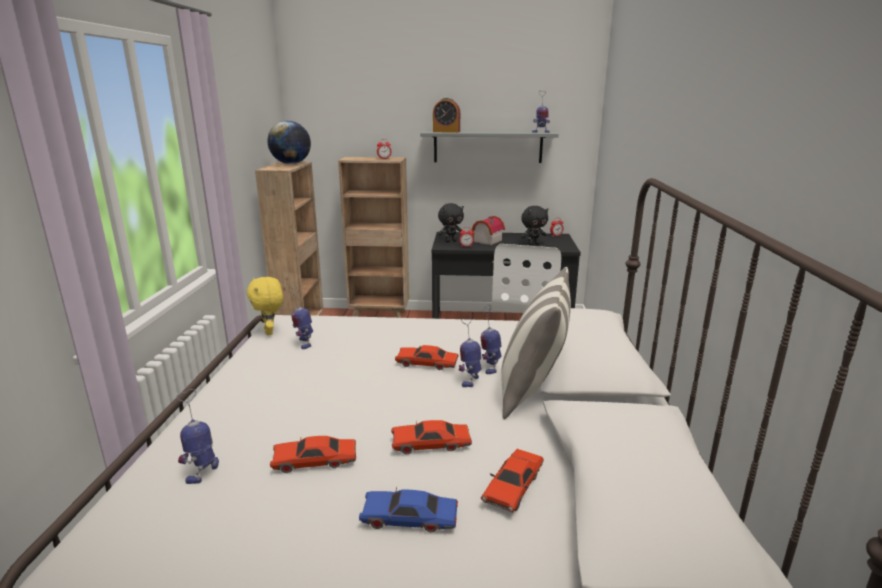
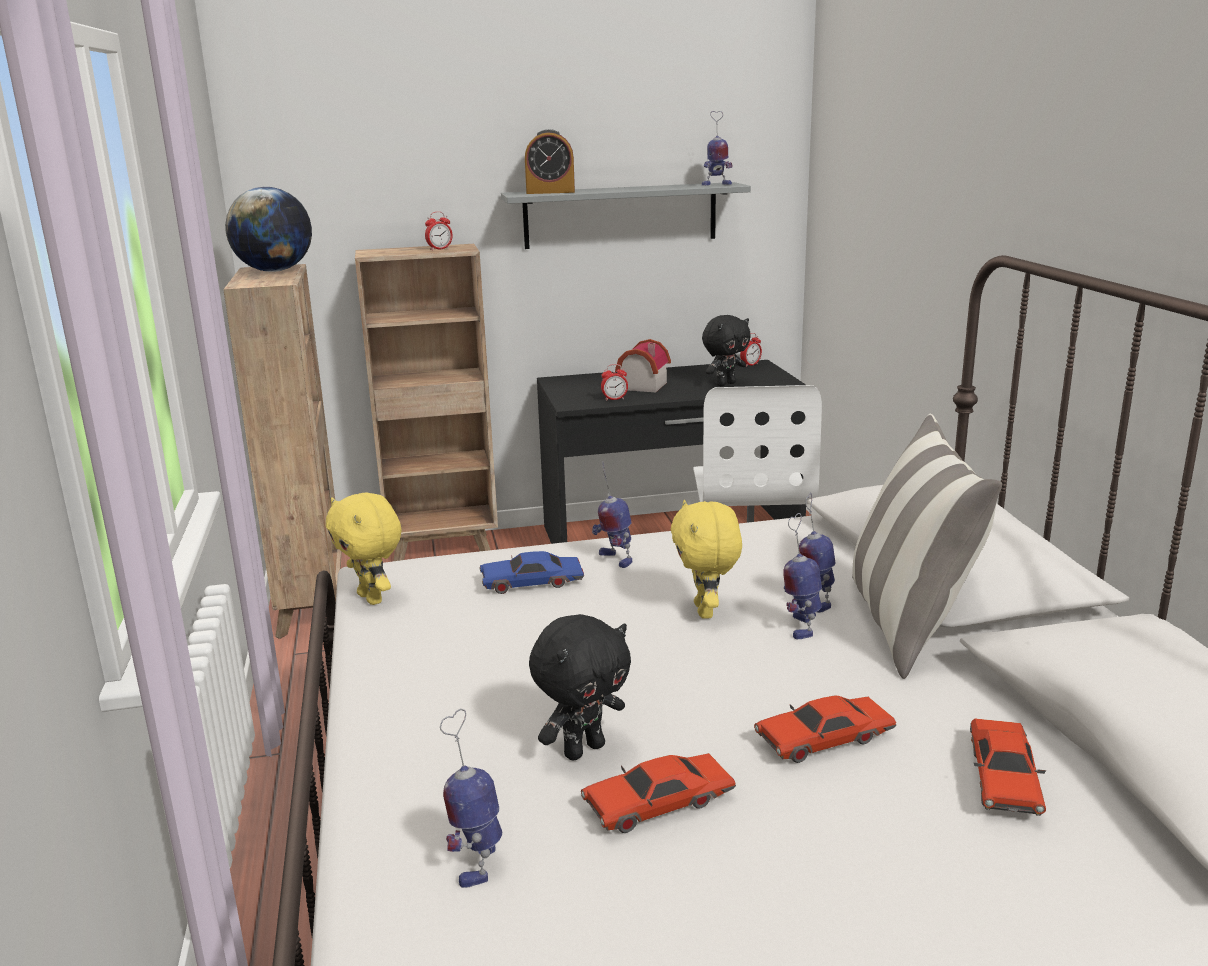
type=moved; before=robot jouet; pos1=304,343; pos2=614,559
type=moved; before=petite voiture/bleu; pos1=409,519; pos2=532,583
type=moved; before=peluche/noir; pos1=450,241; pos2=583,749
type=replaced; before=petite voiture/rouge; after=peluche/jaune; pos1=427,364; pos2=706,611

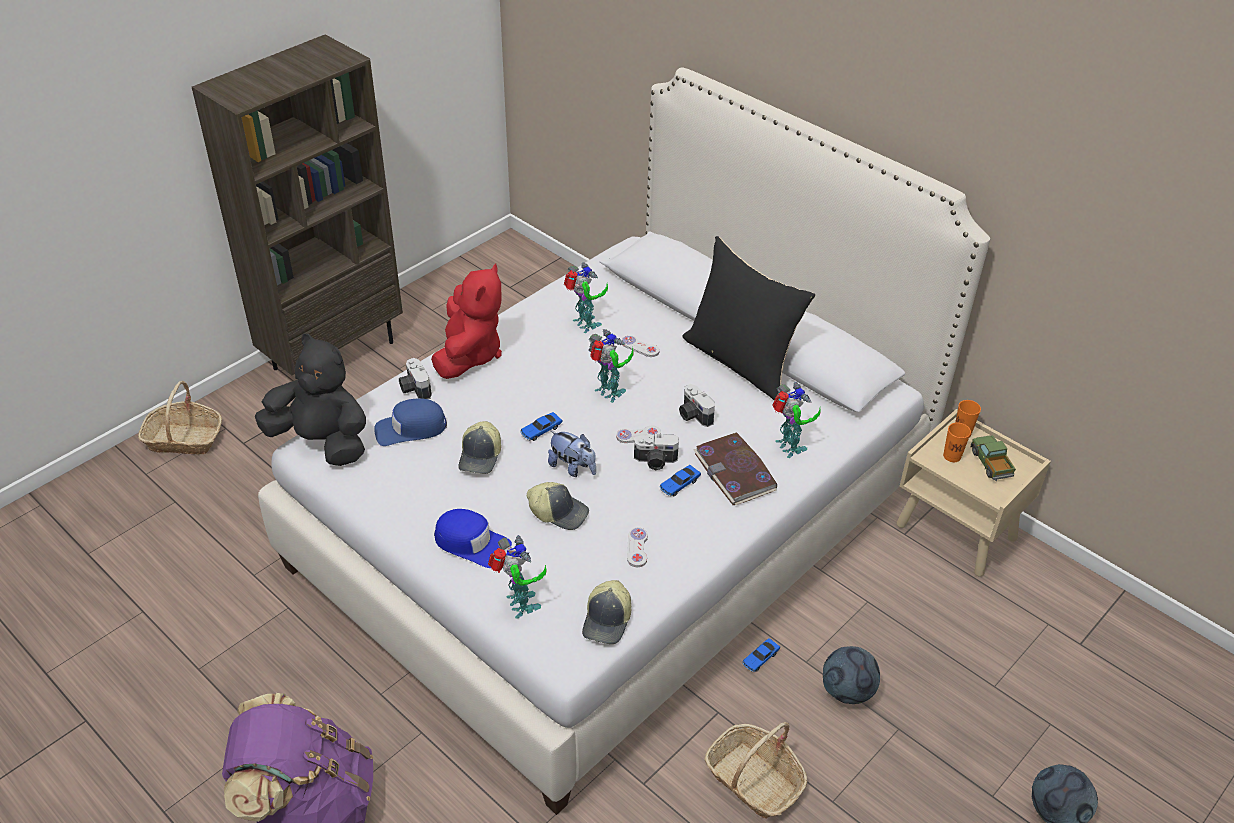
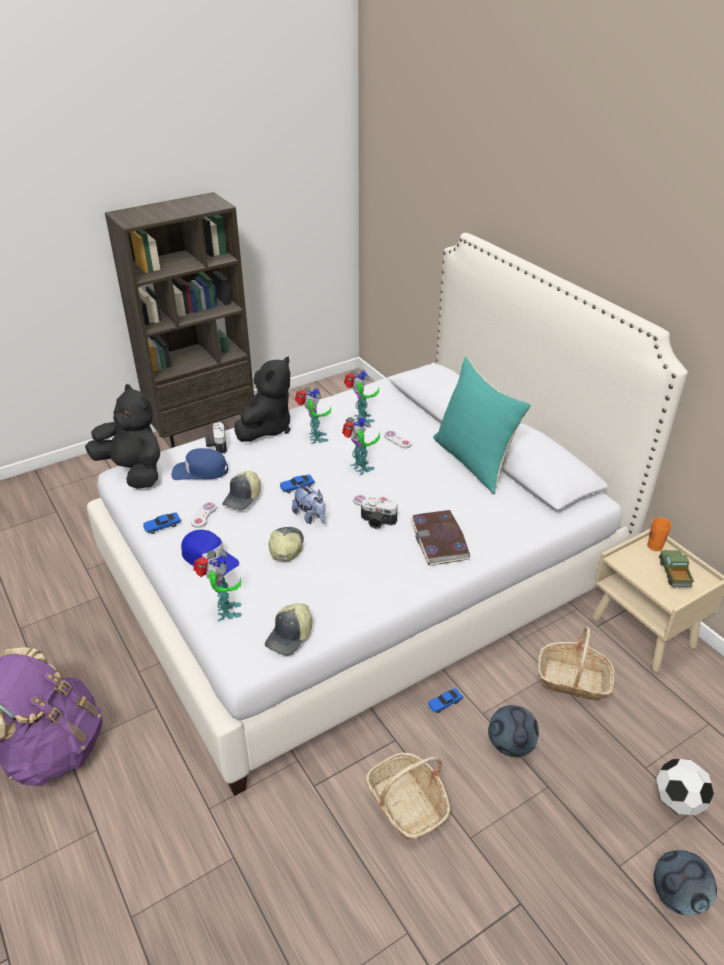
type=removed; before=appareil photo; pos1=693,415
type=removed; before=tasse/orange; pos1=952,456
type=added; after=ballon de foot; pos2=678,801
type=moved; before=panier; pos1=184,439; pos2=573,680
type=moved; before=manette/blanc; pos1=637,548; pos2=203,516
type=moved; before=petite voiture; pos1=679,484; pos2=162,526
type=moved; before=robot jouet; pos1=788,448; pos2=315,438
type=recoloured; before=peluche/rouge; after=peluche/noir; pos1=469,354; pos2=267,428
type=recoloured; before=coussin/noir; after=coussin/turquoise; pos1=741,362; pos2=474,461
type=turned; before=casquette; pos1=558,512; pos2=286,547; turn=-120

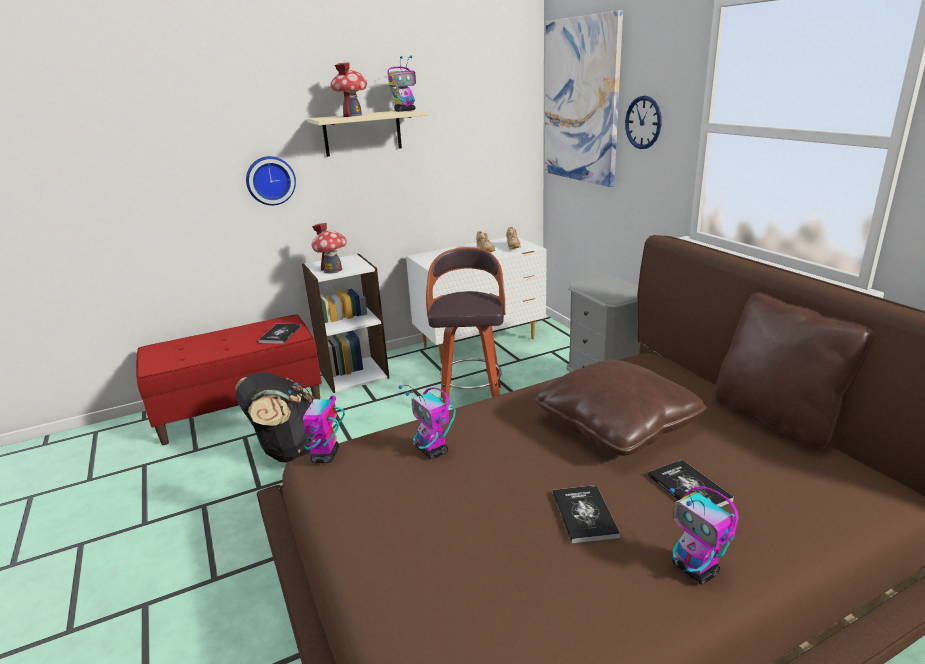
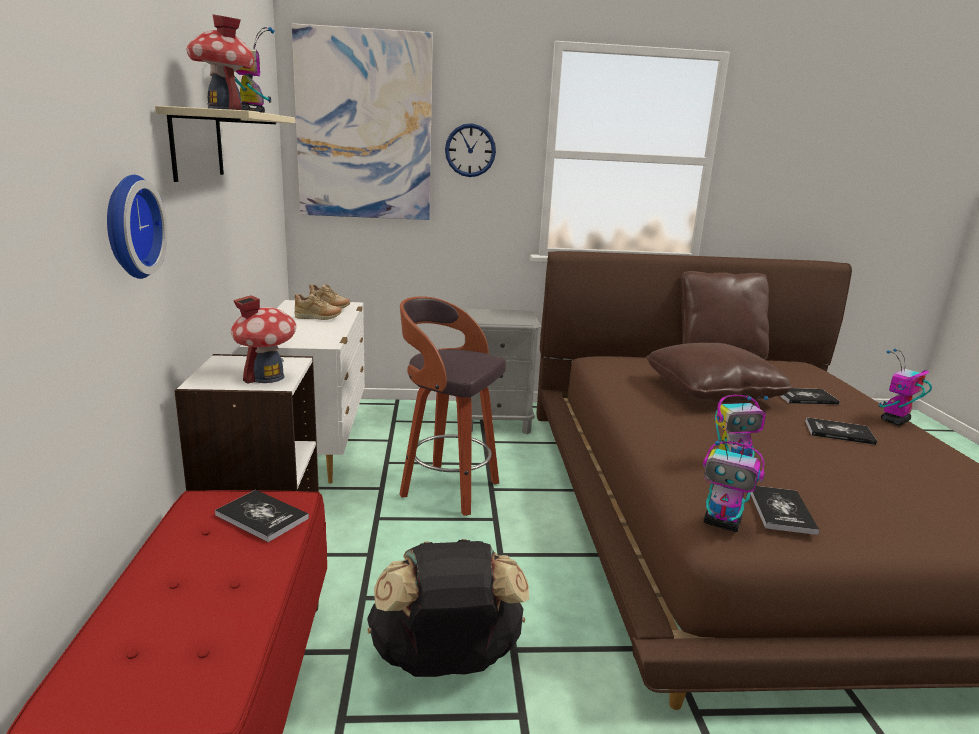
type=added; after=livre; pos2=781,511
type=turned; before=robot jouet; pos1=696,570; pos2=894,421; turn=150

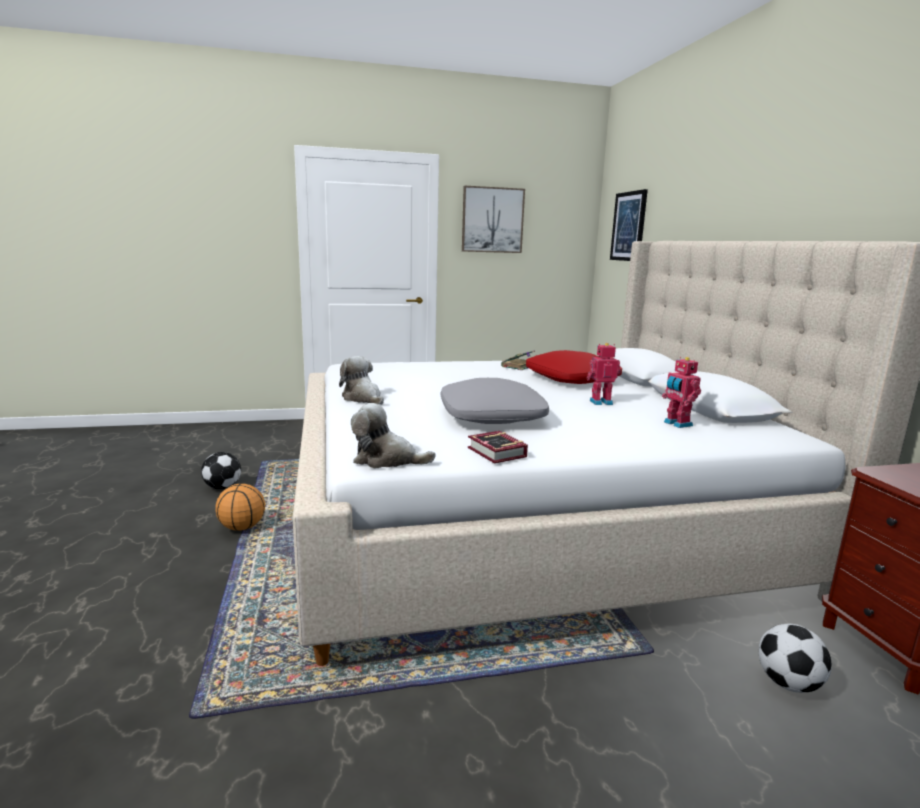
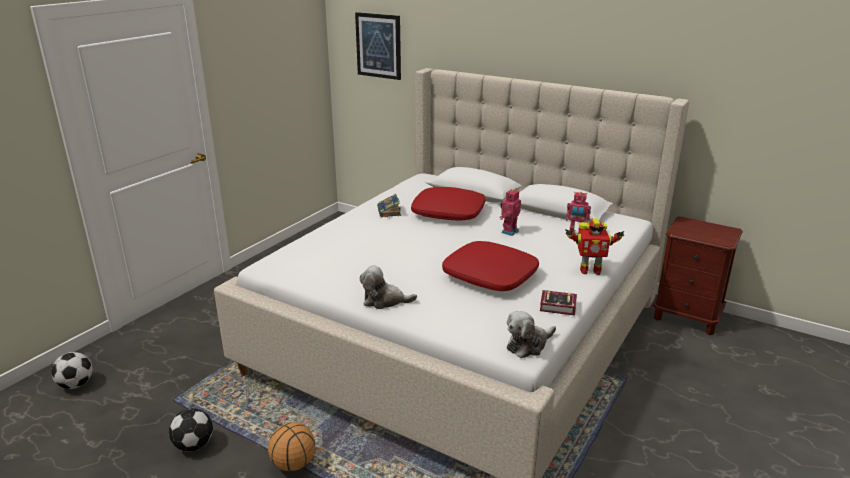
type=removed; before=tableau; pos1=492,220
type=added; after=robot jouet; pos2=589,270
type=moved; before=ballon de foot; pos1=788,684; pos2=76,385
type=recoloured; before=coussin/gris; after=coussin/rouge; pos1=492,416; pos2=490,275

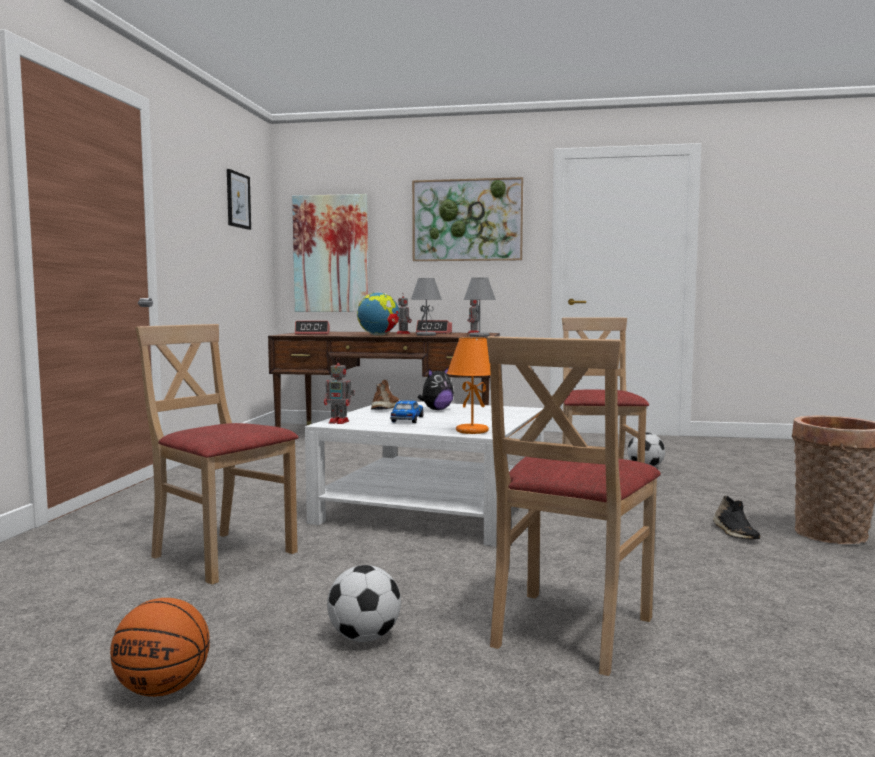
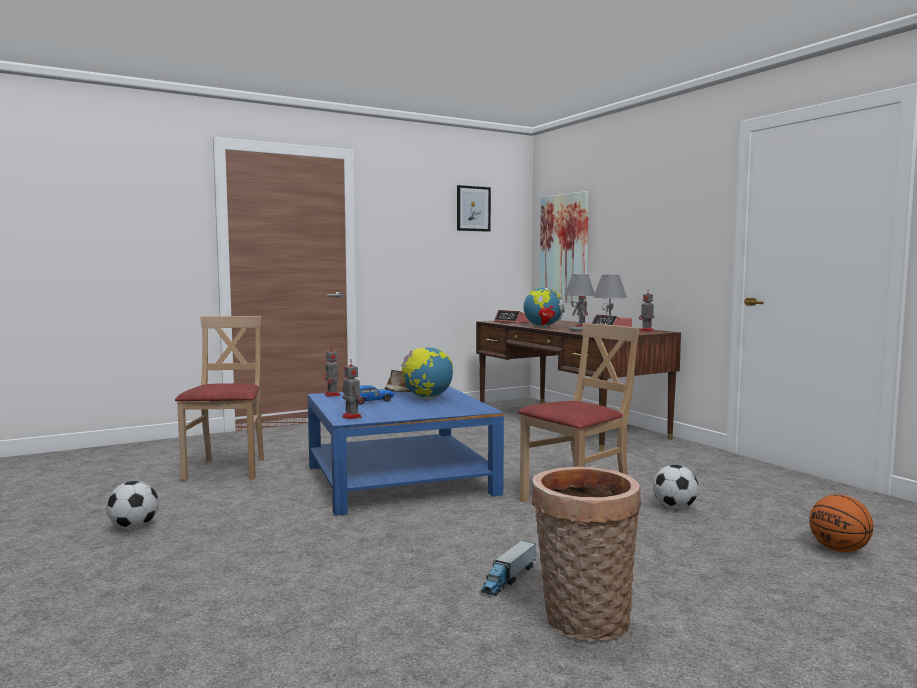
type=removed; before=tableau; pos1=467,220
type=removed; before=chaise/beige; pos1=569,629
type=moved; before=ballon de basket; pos1=163,689; pos2=839,550
type=replaced; before=peluche; after=globe; pos1=436,409; pos2=427,398
type=replaced; before=lampe de table/orange; after=robot jouet; pos1=471,431; pos2=351,417
type=replaced; before=chaussure/noir; after=camion jouet; pos1=734,533; pos2=509,578
type=recoloured; before=table basse/blanc; after=table basse/bleu; pos1=433,506; pos2=399,479

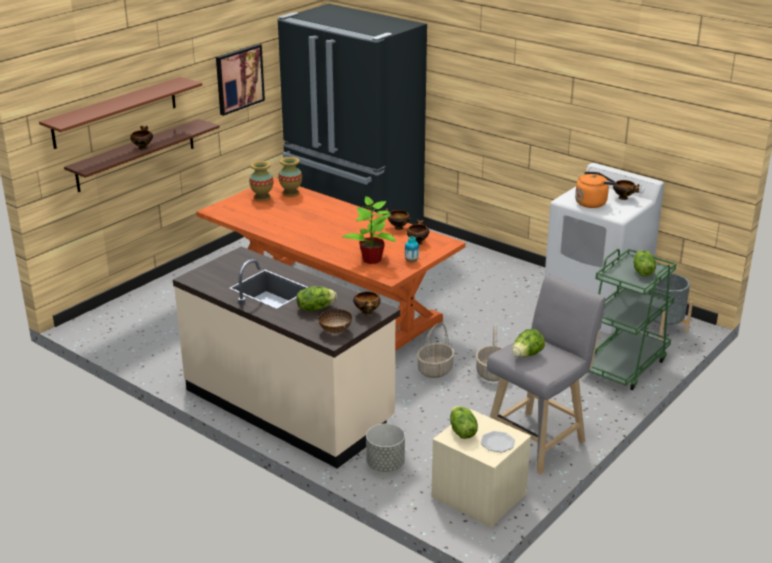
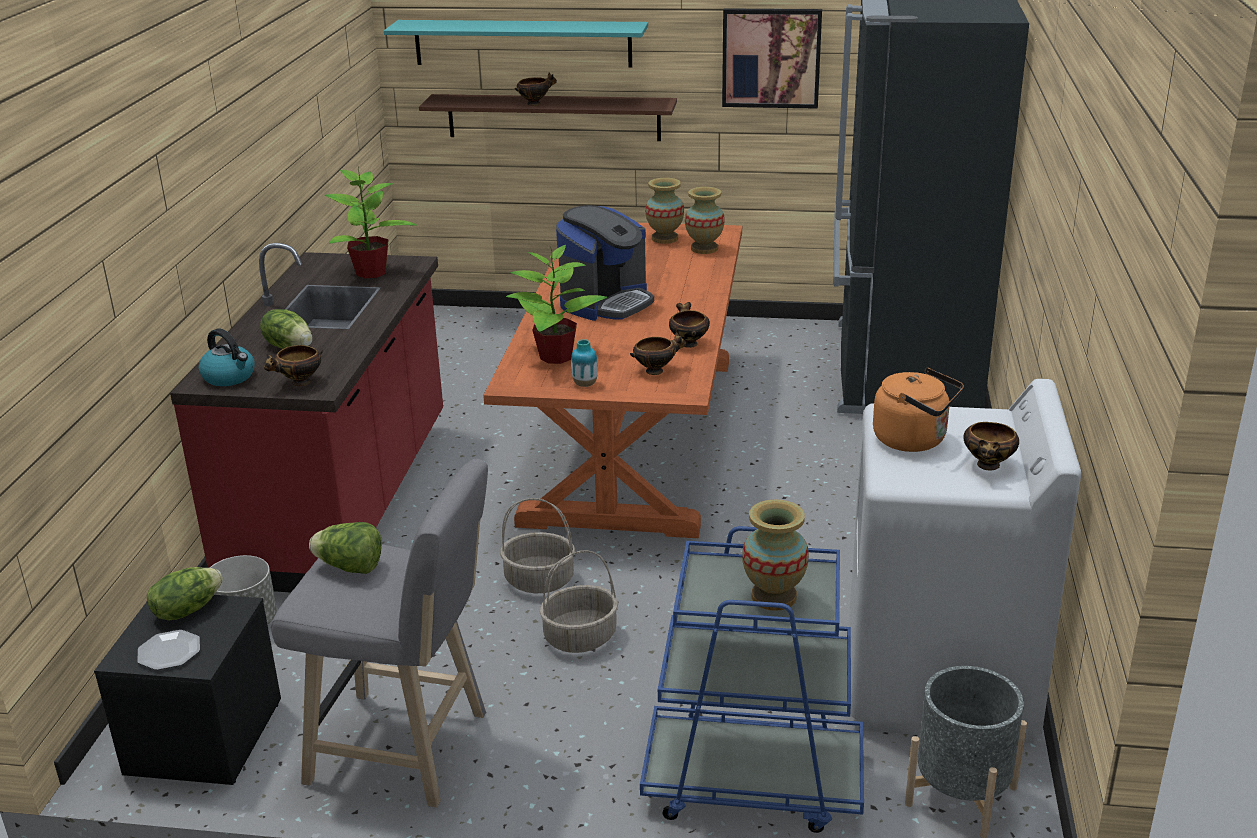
type=added; after=plante en pot; pos2=371,273
type=added; after=machine à café; pos2=606,302
type=replaced; before=bol; after=bouilloire; pos1=335,331; pos2=230,377
type=replaced; before=laitue; after=vase; pos1=642,272; pos2=773,597
type=recoloured; before=étagère/marron; after=étagère/turquoise; pos1=115,112; pos2=522,43
type=recoloured; before=comptoir de cuisine/beige; after=comptoir de cuisine/rouge; pos1=289,406; pos2=343,499
type=recoloured; before=table de chevet/beige; after=table de chevet/noir; pos1=479,497; pos2=204,738
type=recoloured; before=chariot/vert; after=chariot/bleu; pos1=624,365; pos2=752,782

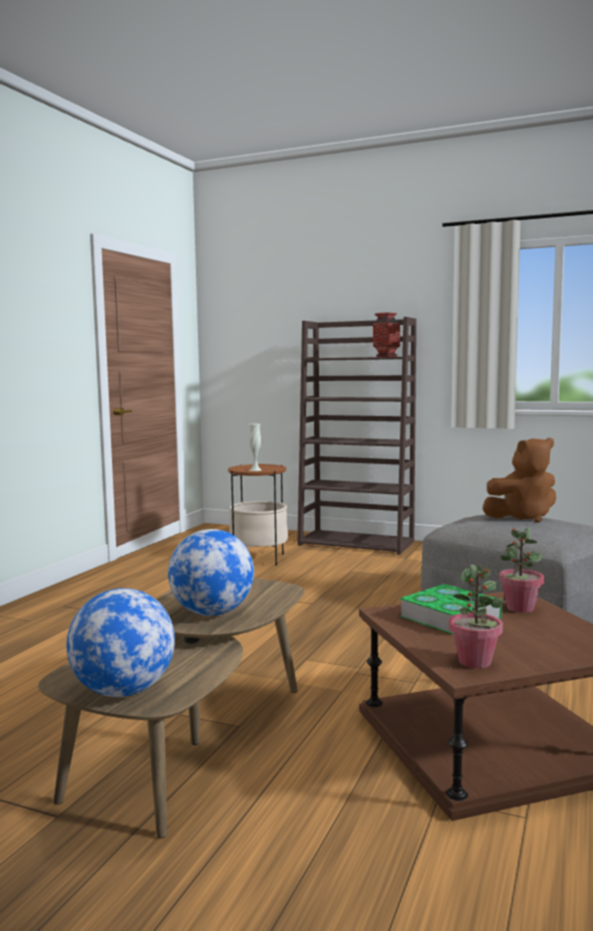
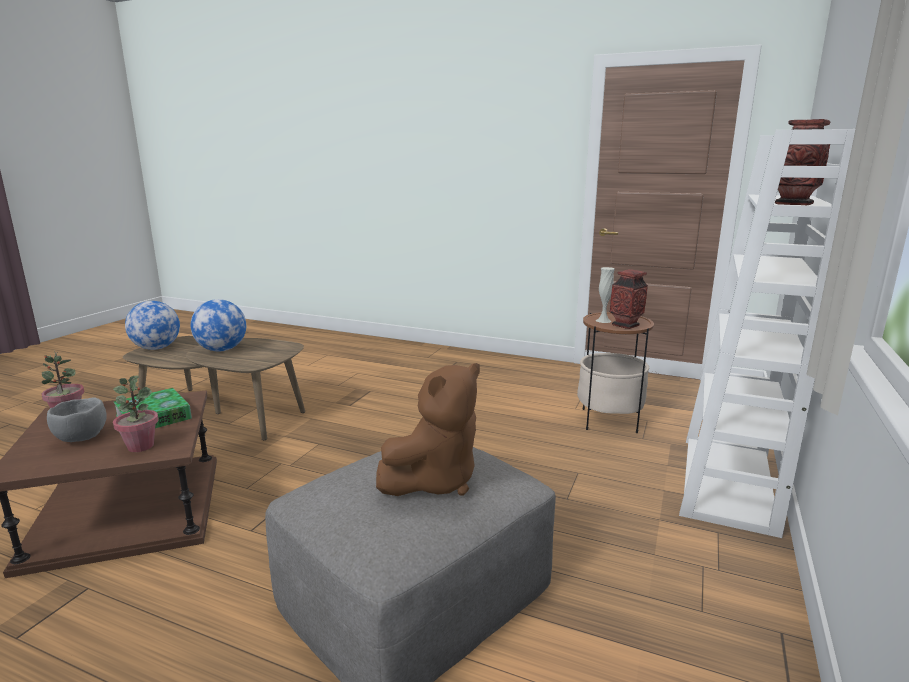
type=added; after=bol/gris; pos2=82,438
type=added; after=vase; pos2=625,325
type=recoloured; before=bibliothèque/marron; after=bibliothèque/blanc; pos1=357,543; pos2=729,484
type=turned; before=peluche/marron; pos1=523,517; pos2=434,481; turn=-120

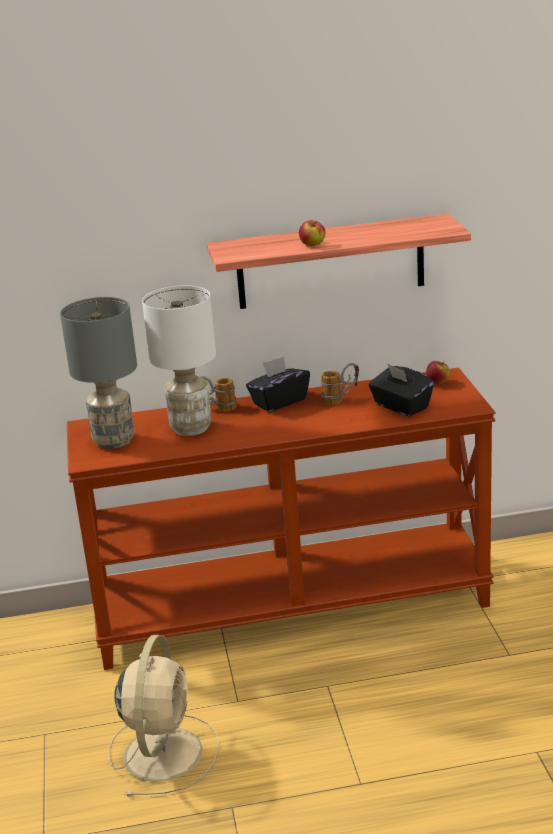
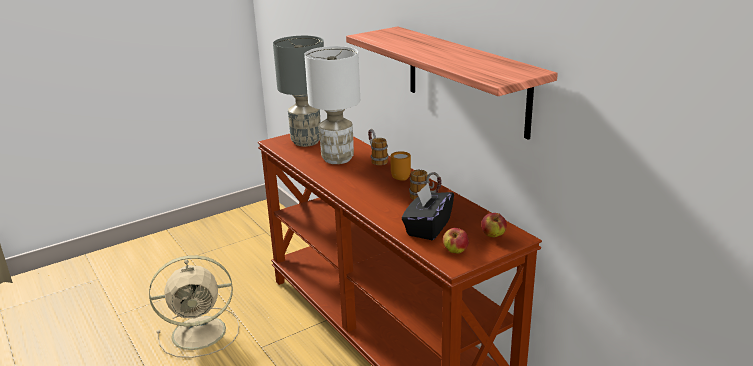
type=moved; before=pomme; pos1=312,245; pos2=455,251
type=replaced; before=boîte à mouchoirs/noir; after=mug/orange; pos1=279,401; pos2=402,177

